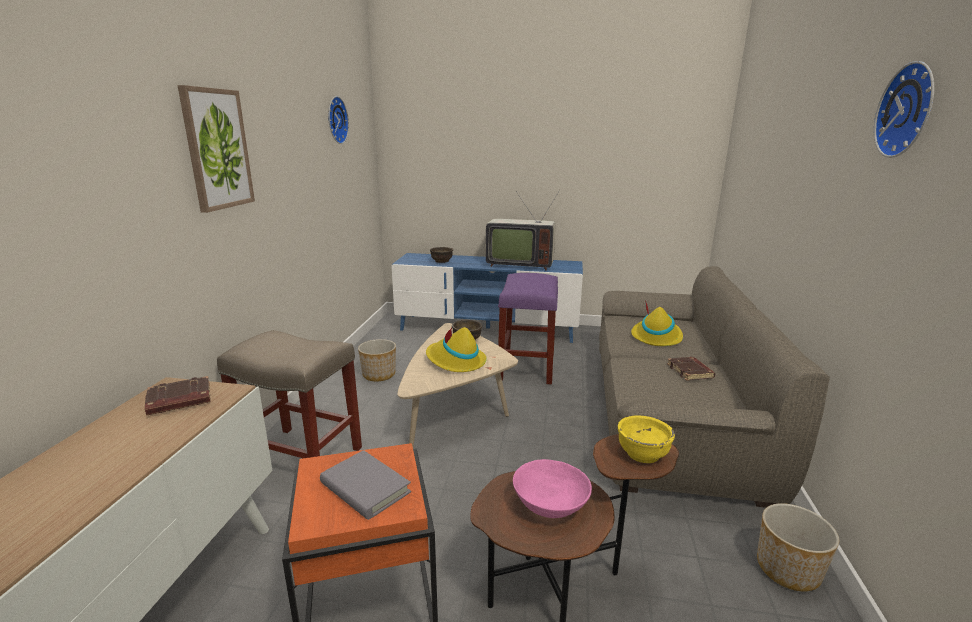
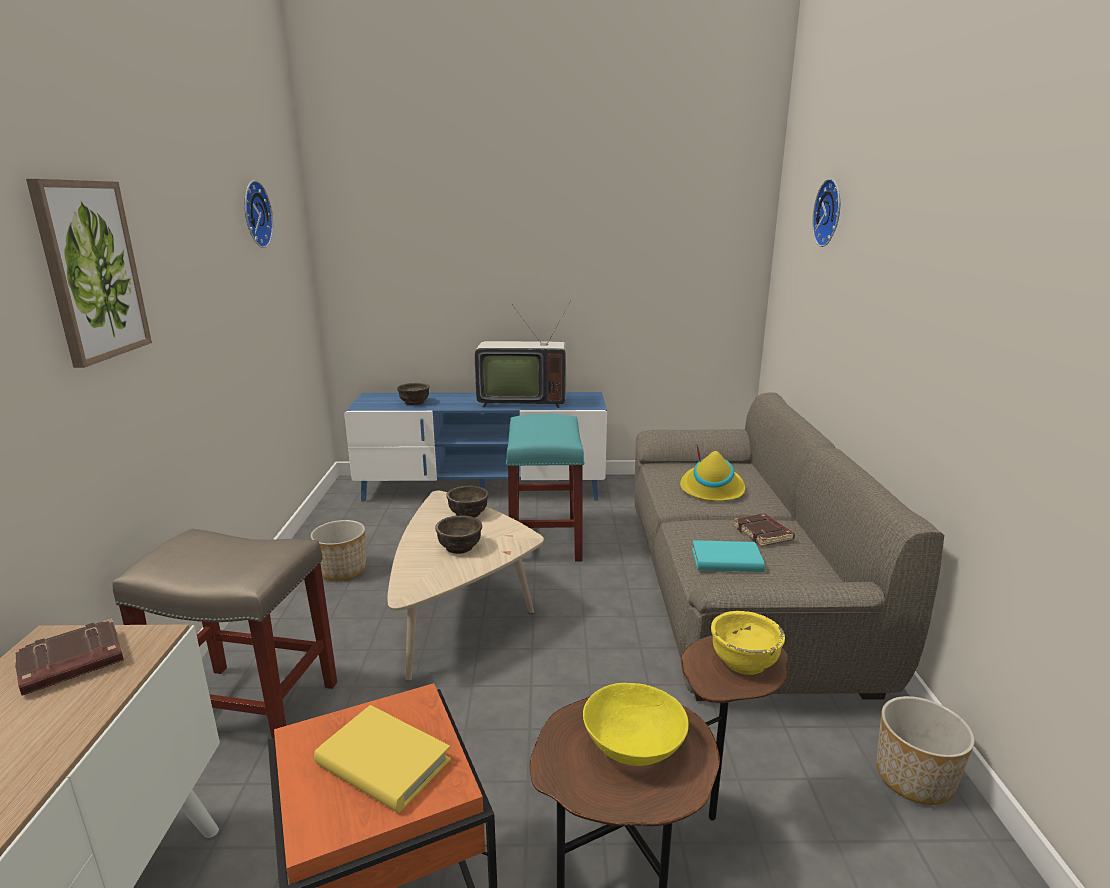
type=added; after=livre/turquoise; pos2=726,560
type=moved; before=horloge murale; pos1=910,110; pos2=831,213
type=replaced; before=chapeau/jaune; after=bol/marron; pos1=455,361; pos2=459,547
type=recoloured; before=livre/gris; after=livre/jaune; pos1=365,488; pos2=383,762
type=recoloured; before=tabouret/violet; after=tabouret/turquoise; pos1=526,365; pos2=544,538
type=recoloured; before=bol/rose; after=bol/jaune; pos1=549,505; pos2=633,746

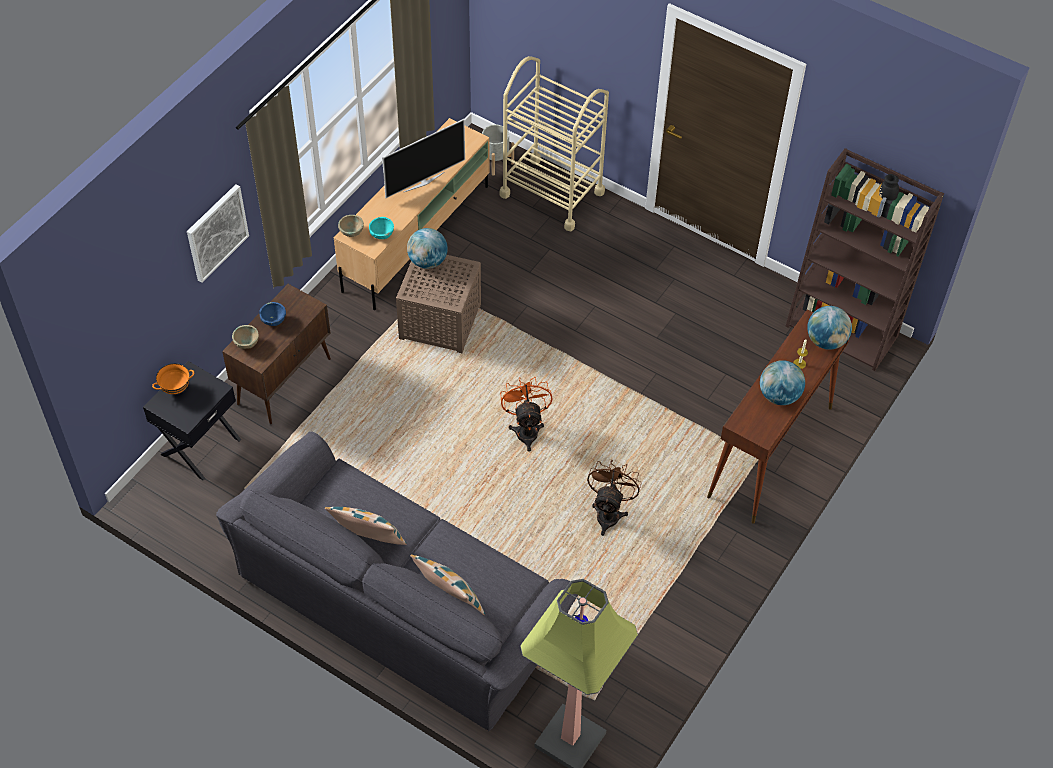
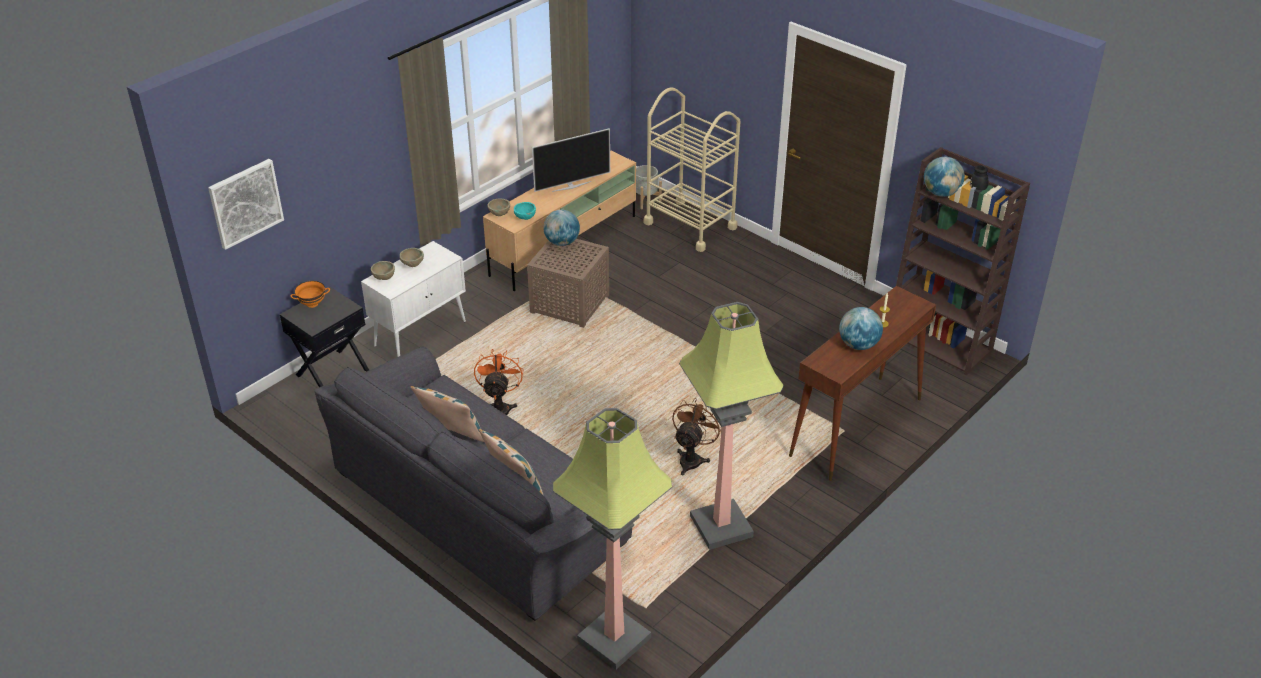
type=added; after=lampadaire; pos2=720,527
type=moved; before=tableau; pos1=216,232; pos2=245,203
type=moved; before=ventilateur/orange; pos1=526,429; pos2=500,408
type=moved; before=globe; pos1=826,341; pos2=941,193
type=recoloured; before=meuble de rangement/marron; after=meuble de rangement/blanc; pos1=285,381; pos2=421,333
type=recoloured; before=bol/bleu; after=bol/beige; pos1=274,321; pos2=412,264

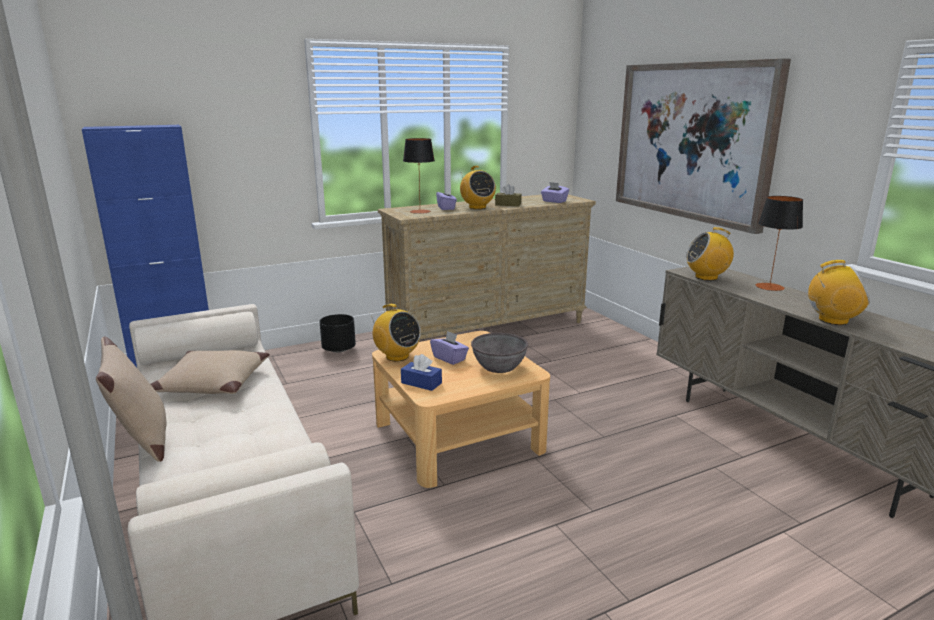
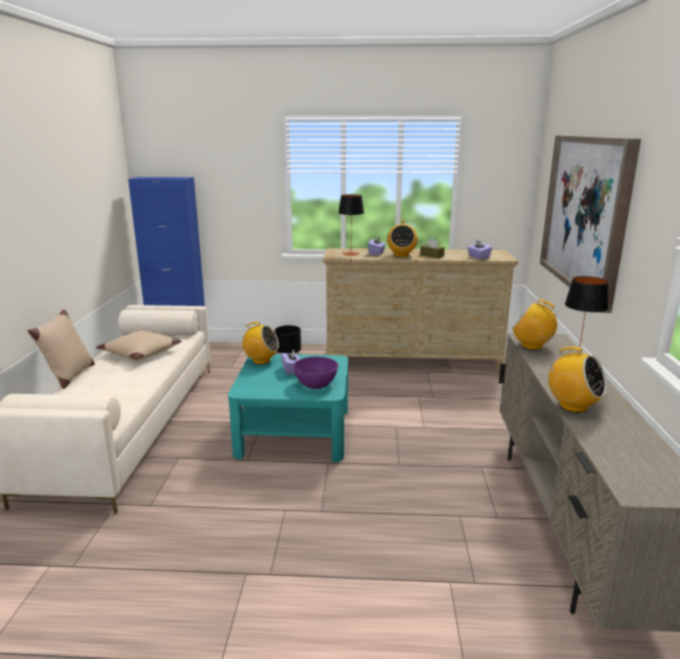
type=removed; before=boîte à mouchoirs/bleu; pos1=421,383
type=recoloured; before=table basse/beige; after=table basse/turquoise; pos1=457,436; pos2=293,431
type=recoloured; before=bol/gris; after=bol/violet; pos1=499,366; pos2=315,384
type=turned; before=radio; pos1=397,356; pos2=261,361; turn=-60

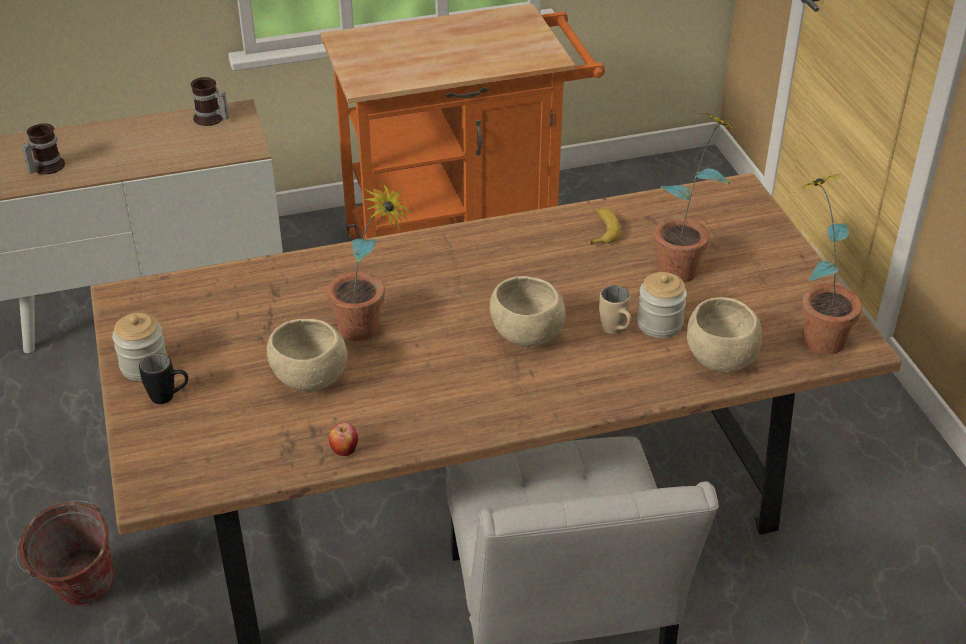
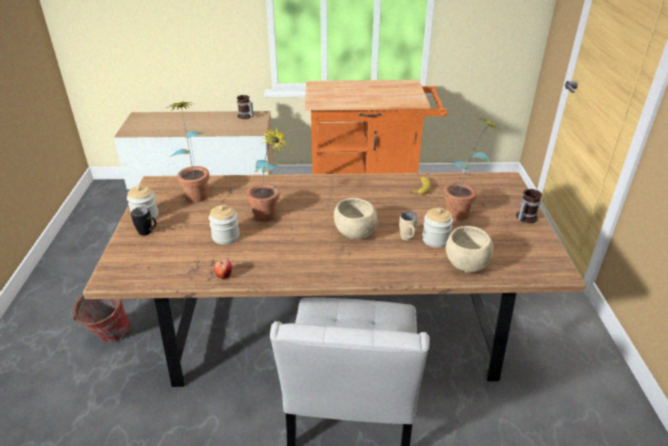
type=moved; before=mug; pos1=45,167; pos2=524,217
type=moved; before=plante en pot; pos1=814,332; pos2=196,192
type=replaced; before=bol/beige; after=bocal; pos1=311,380; pos2=226,236

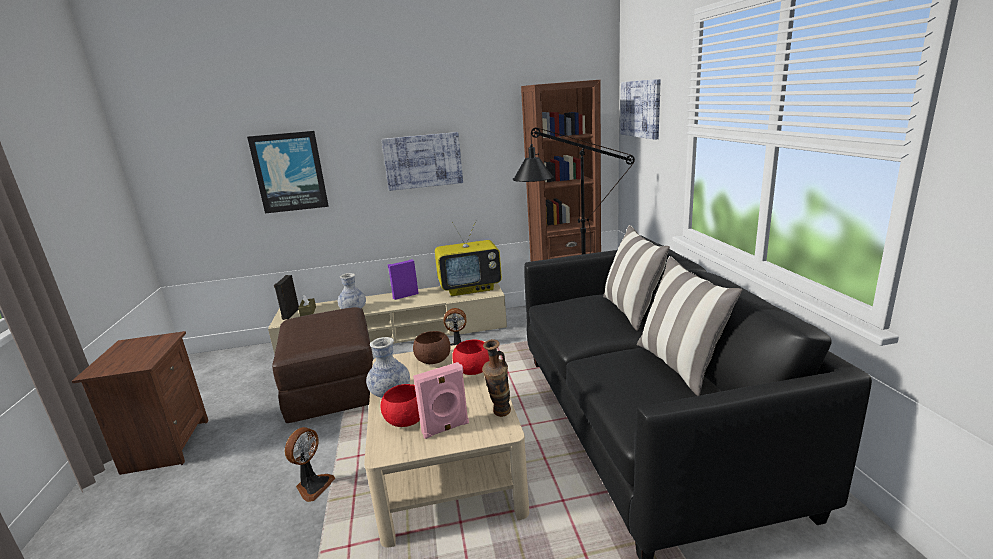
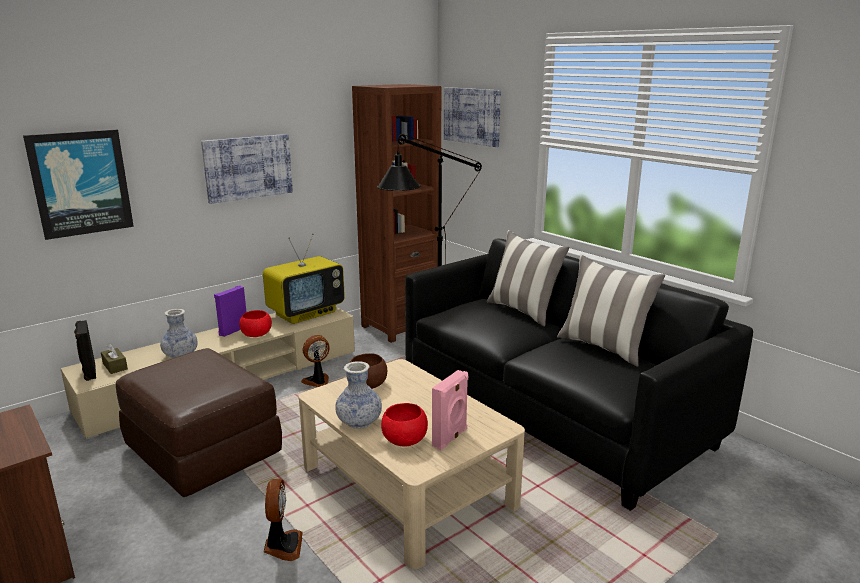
type=removed; before=vase; pos1=500,415
type=moved; before=bol/rouge; pos1=473,370; pos2=256,335

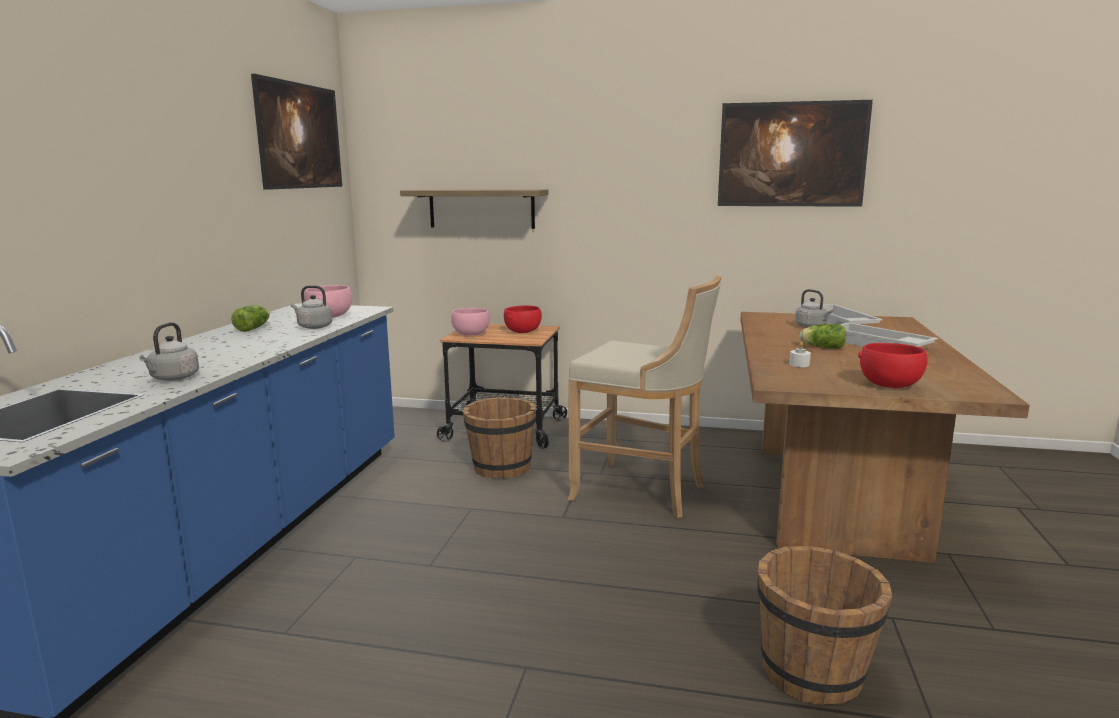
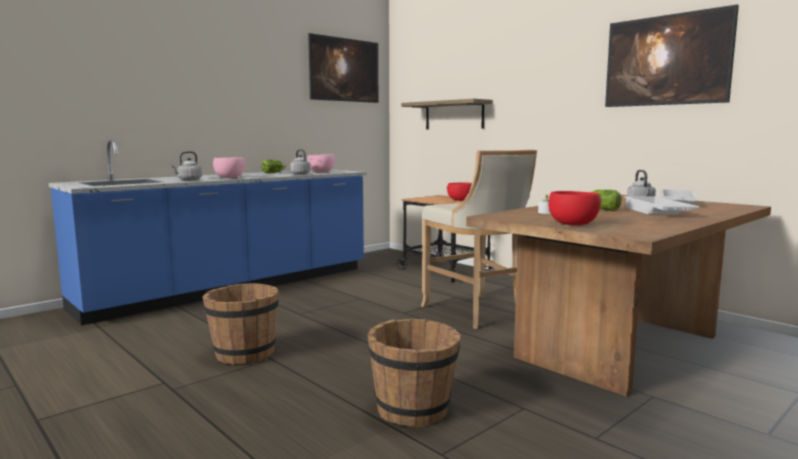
type=moved; before=bol/rose; pos1=471,334; pos2=229,177
type=moved; before=seau/marron; pos1=501,468; pos2=244,354

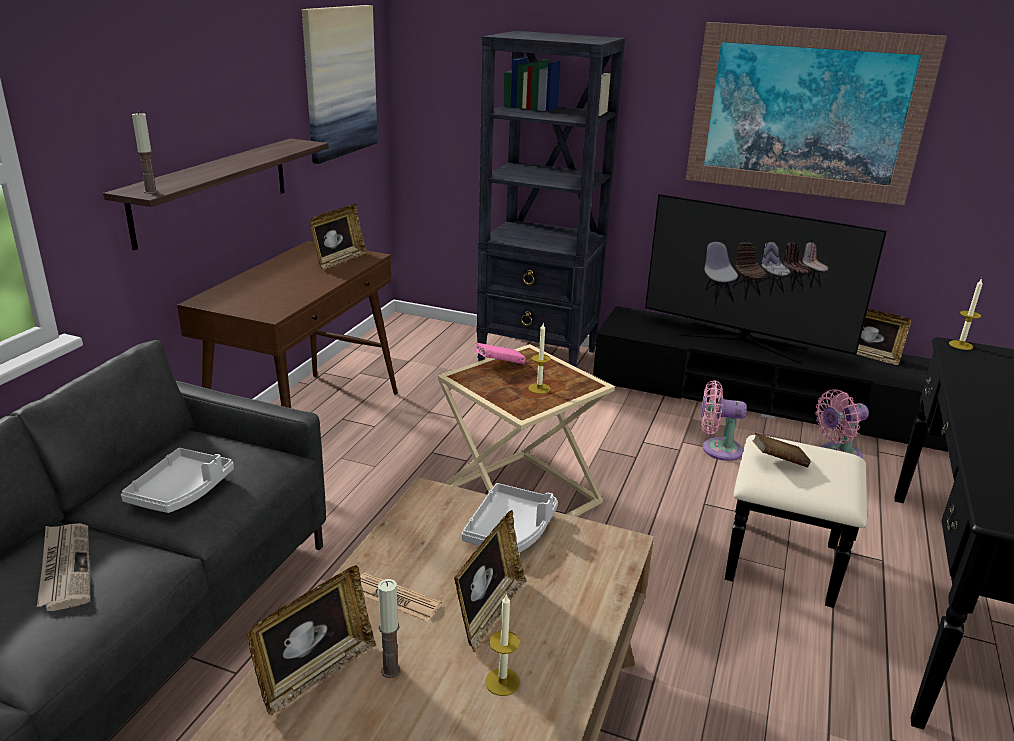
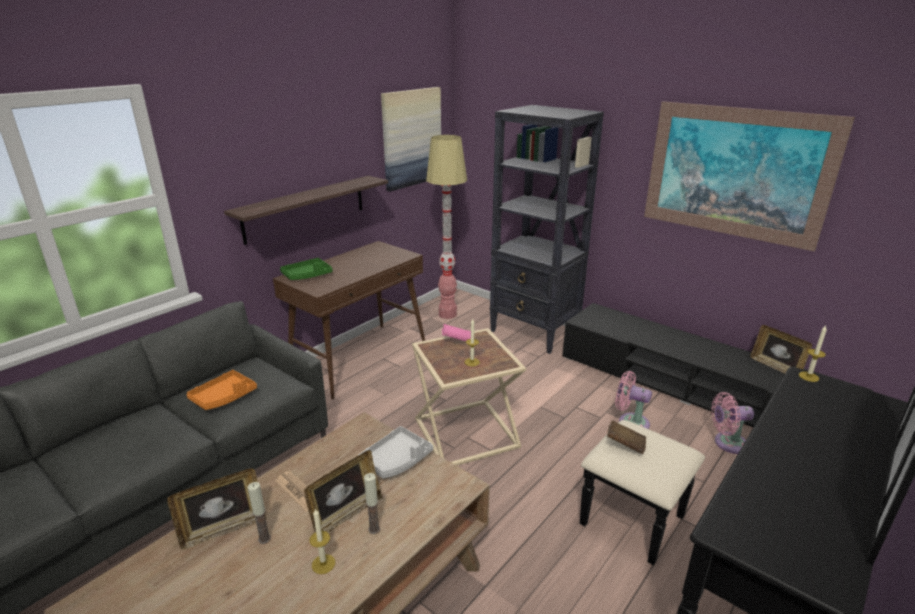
type=removed; before=journal; pos1=65,568
type=removed; before=cadre photo; pos1=339,260
type=removed; before=téléviseur; pos1=743,341
type=added; after=plateau/vert; pos2=307,275
type=added; after=lampadaire; pos2=447,314
type=moved; before=bougie; pos1=151,192; pos2=374,529
type=recoloured; before=plateau/gris; after=plateau/orange; pos1=182,491; pos2=224,397

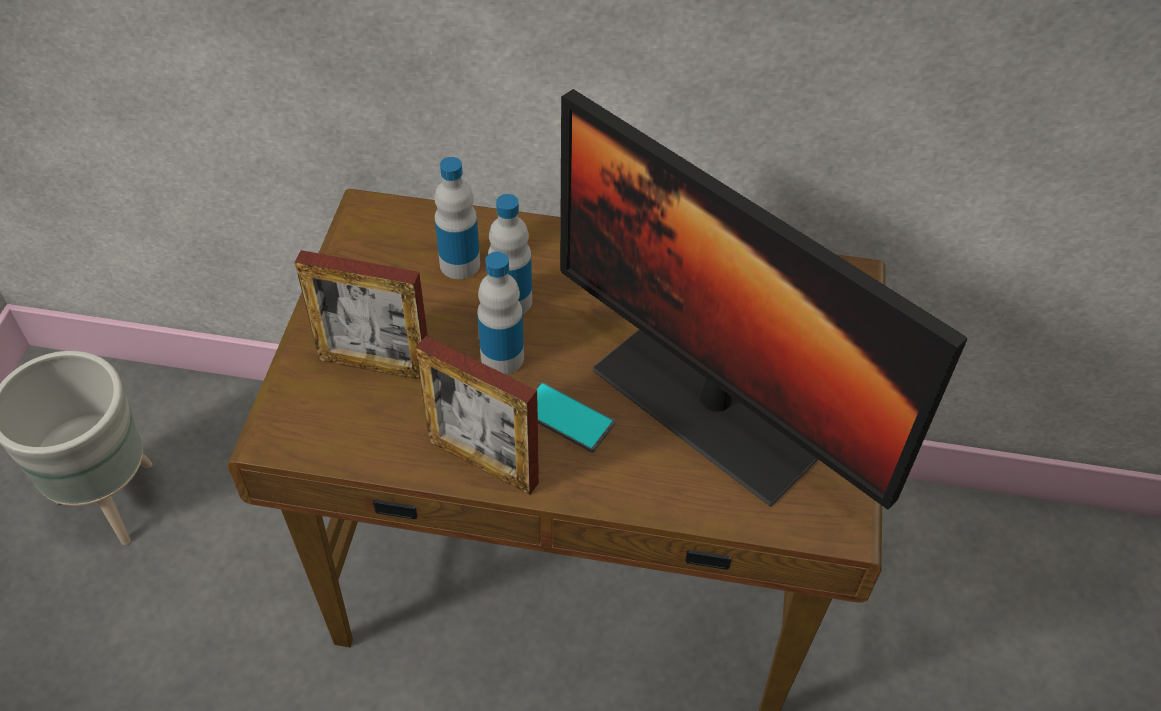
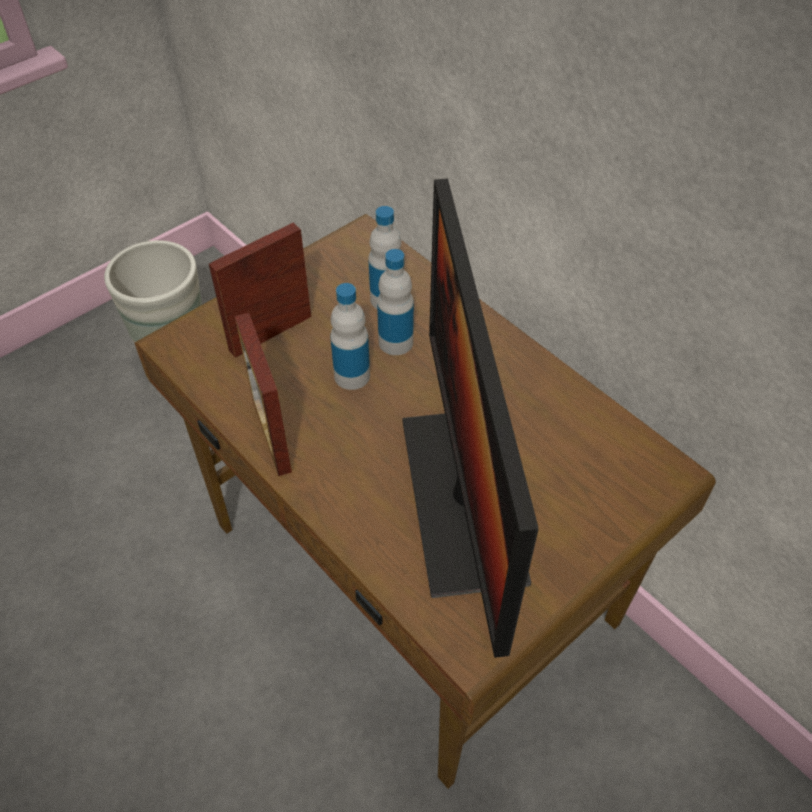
type=removed; before=téléphone; pos1=567,417
type=turned; before=cadre photo; pos1=375,364; pos2=270,333; turn=90

